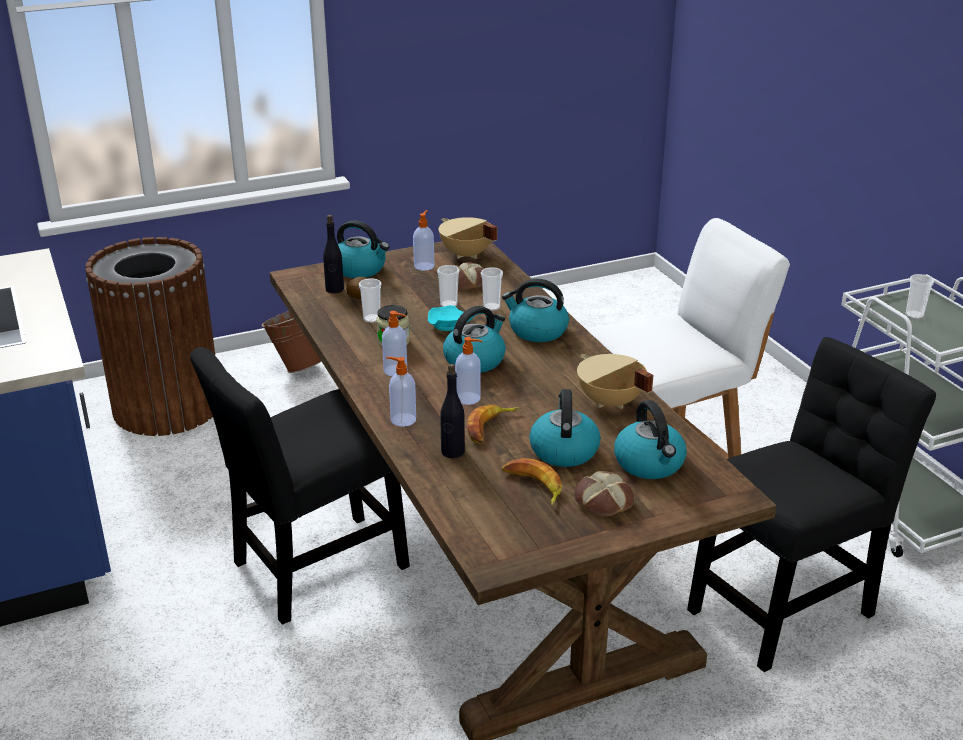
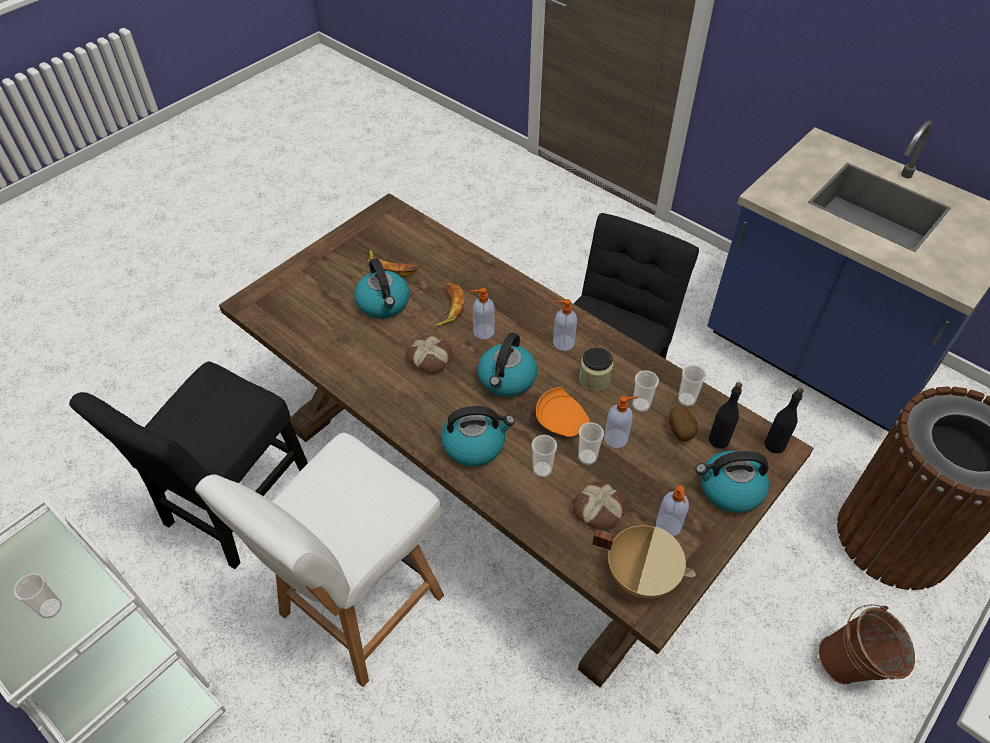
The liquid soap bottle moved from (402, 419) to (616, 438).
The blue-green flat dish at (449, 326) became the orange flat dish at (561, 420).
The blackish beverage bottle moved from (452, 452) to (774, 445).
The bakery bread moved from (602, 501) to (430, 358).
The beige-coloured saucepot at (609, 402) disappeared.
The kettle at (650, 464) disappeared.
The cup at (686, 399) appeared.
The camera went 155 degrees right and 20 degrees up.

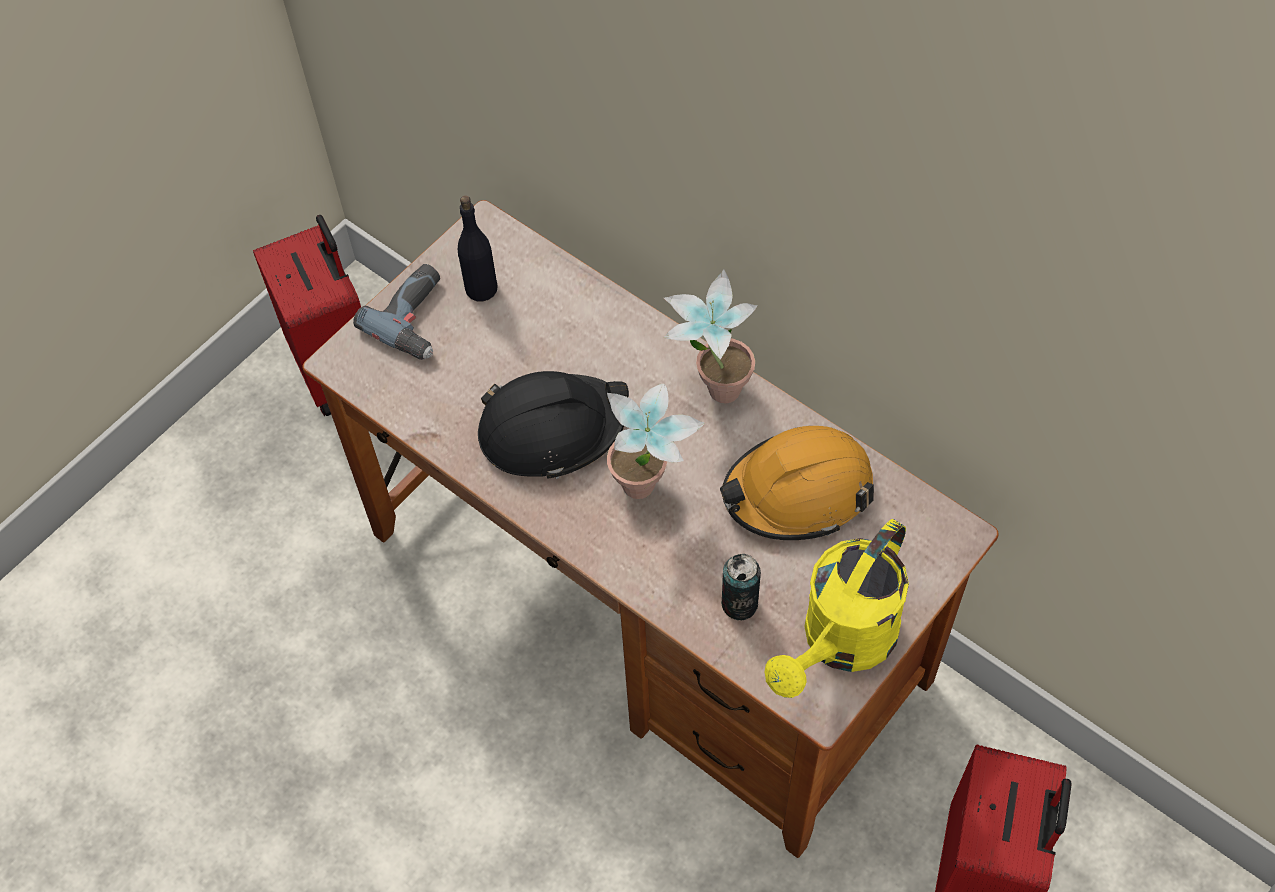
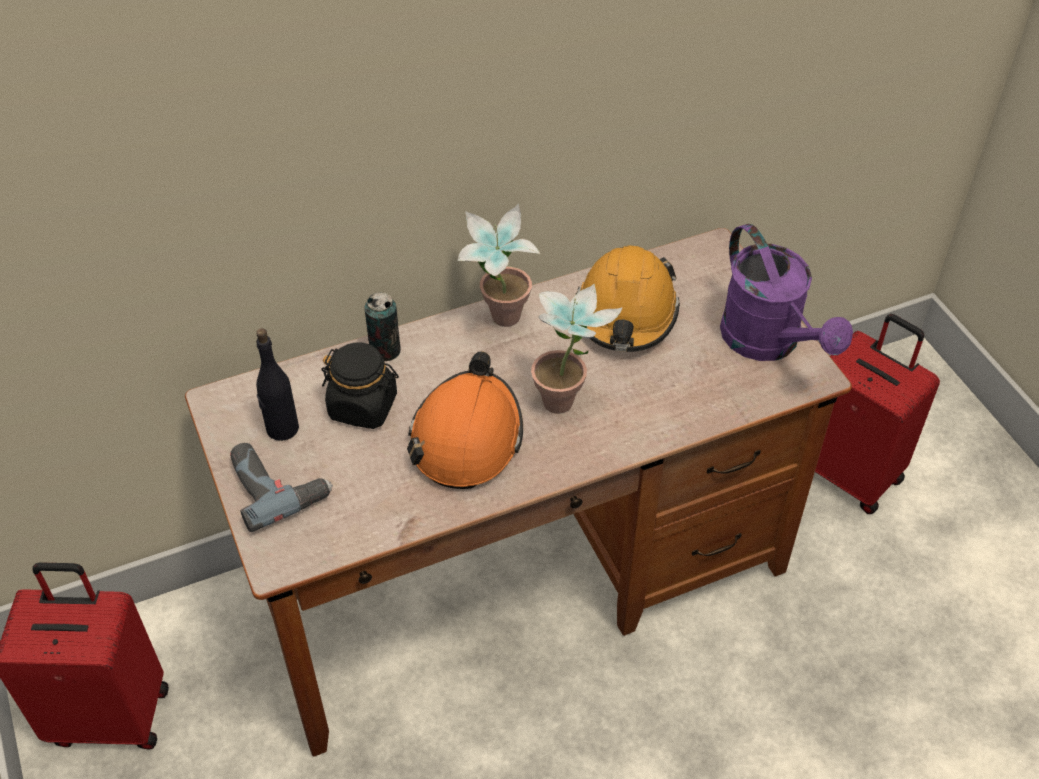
The blackish work helmet at (552, 431) became the orange work helmet at (466, 437).
The can moved from (739, 604) to (385, 350).
The yellow-coloured watering pot at (840, 643) became the purple watering pot at (769, 343).
The blackish storage jar at (363, 406) appeared.
The camera went 65 degrees left and 10 degrees down.

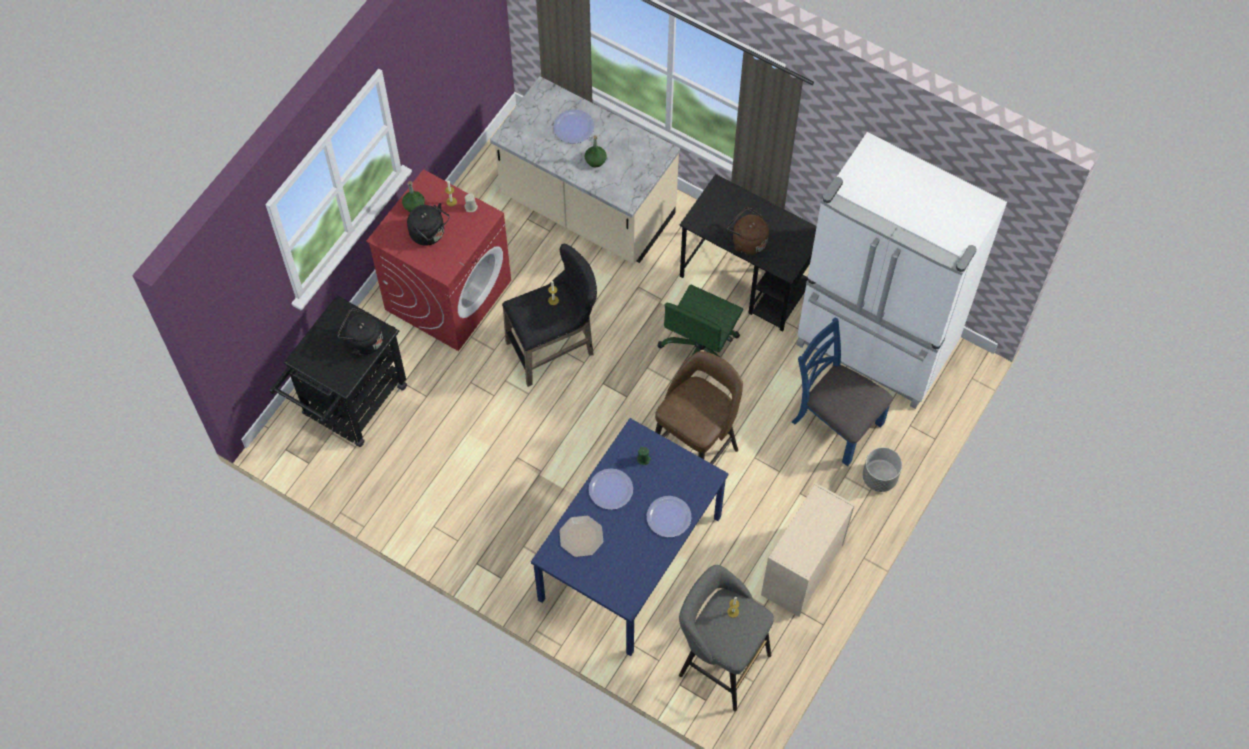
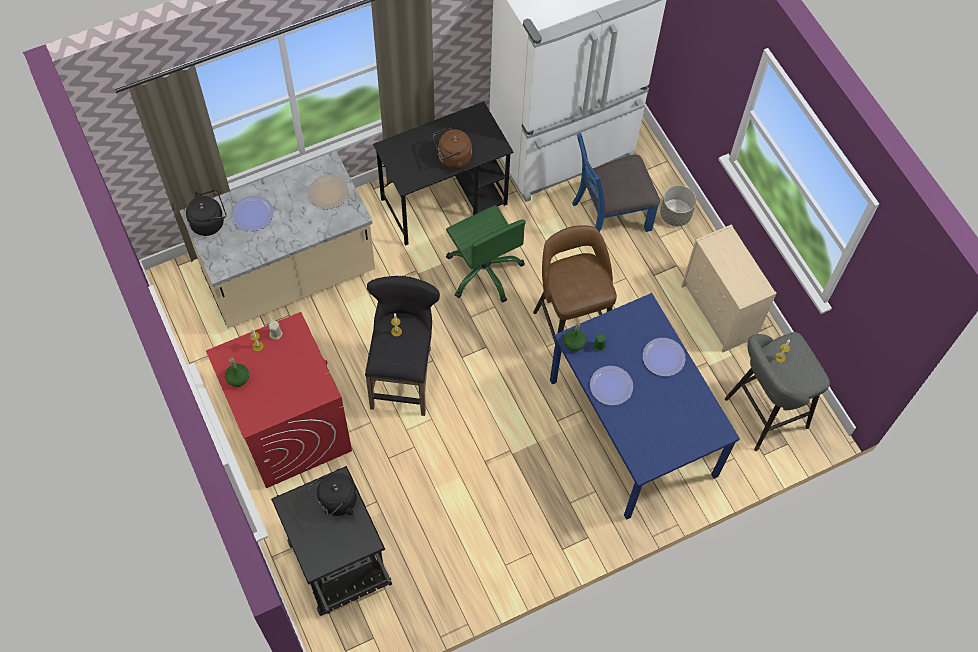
The blackish kettle moved from (429, 234) to (209, 222).
The flat dish moved from (581, 536) to (328, 192).
The green beverage bottle moved from (595, 160) to (574, 343).
The camera went 60 degrees left and 0 degrees up.

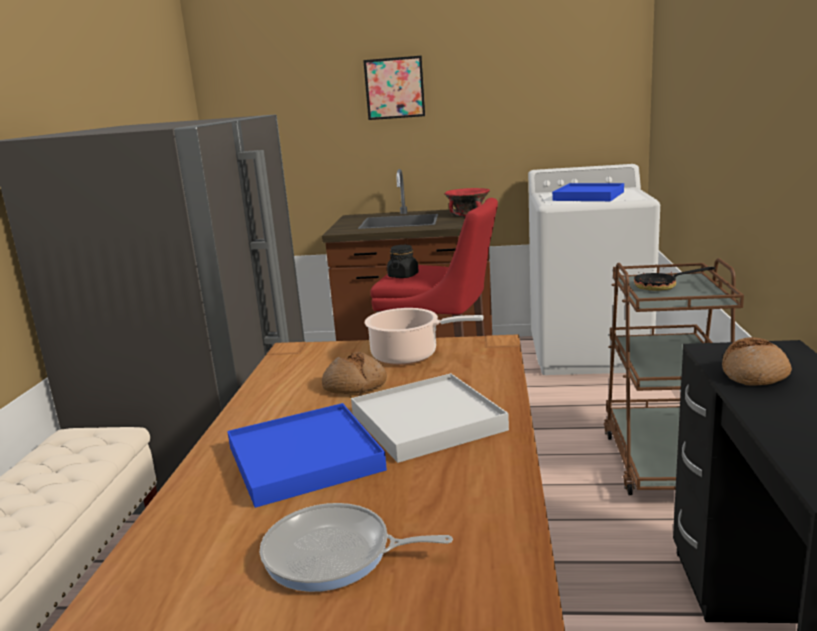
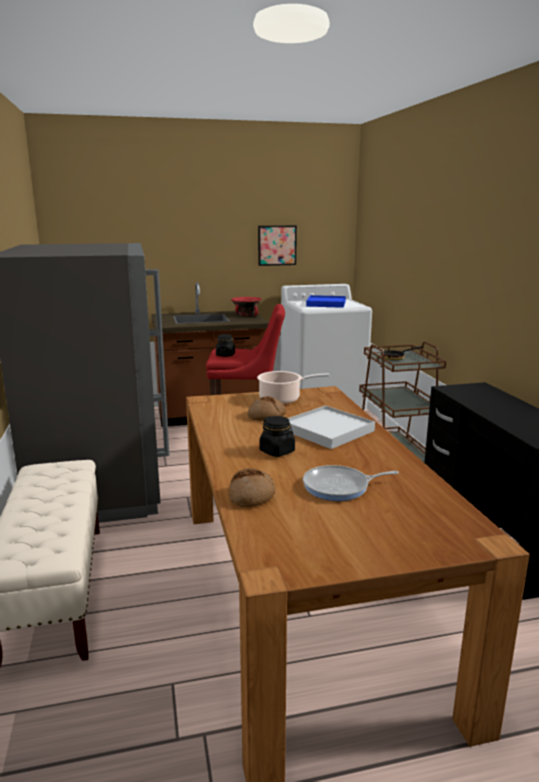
The blue-coloured tray at (304, 458) was replaced by the blackish storage jar at (277, 451).
The wall picture moved from (394, 88) to (277, 245).
The bakery bread moved from (755, 374) to (251, 496).
The camera went 20 degrees left and 0 degrees up.

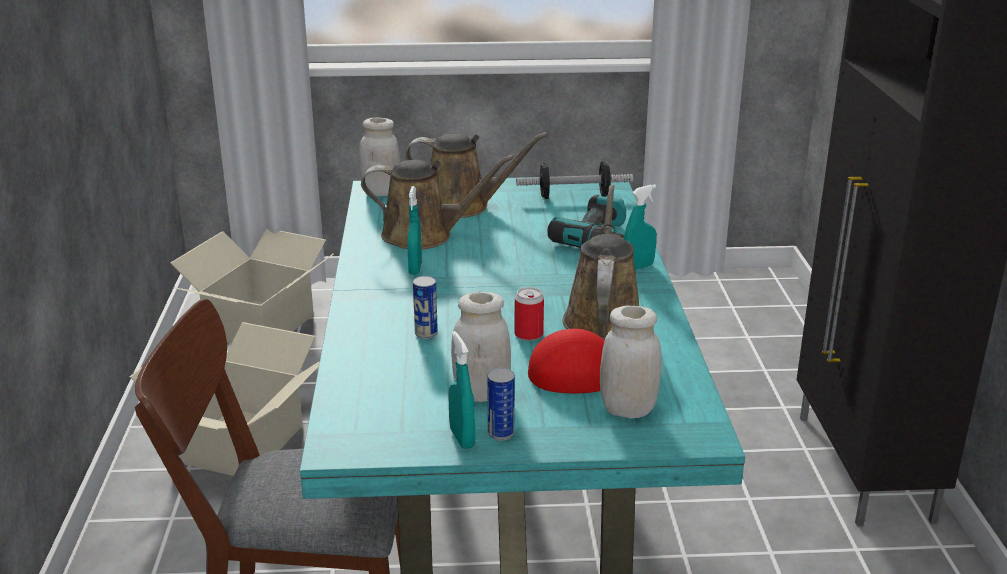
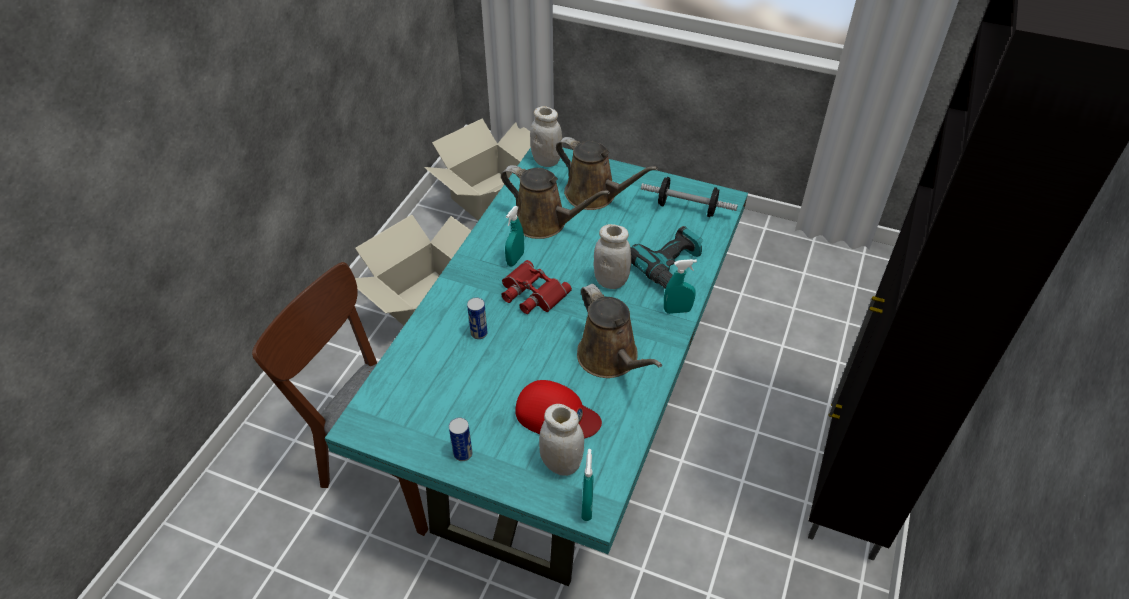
The blue-green sprayer moved from (462, 438) to (587, 507).
The whitish storage jar moved from (481, 393) to (611, 281).
The can at (528, 334) disappeared.
The brown watering pot at (602, 317) turned 120 degrees clockwise.
The red-coloured binoculars at (531, 293) appeared.
The camera went 25 degrees right and 20 degrees up.

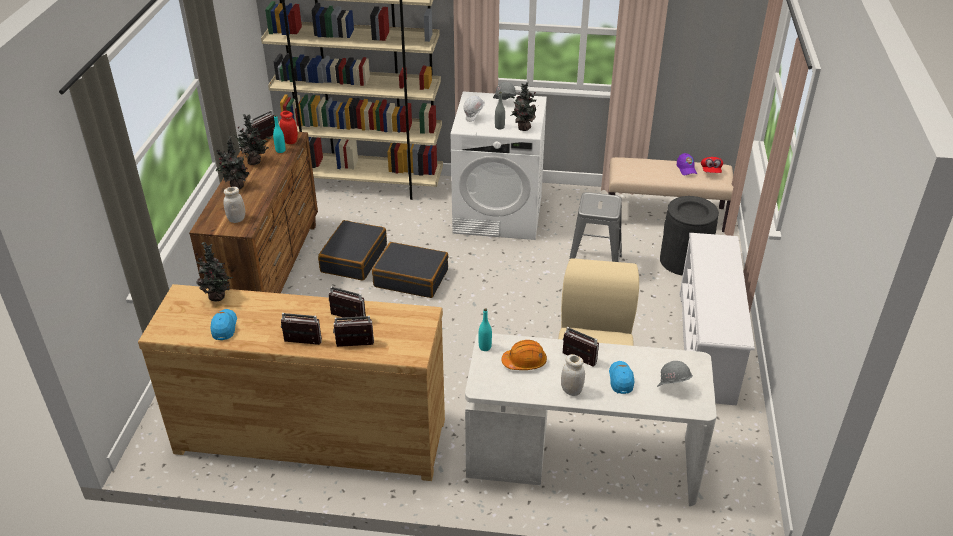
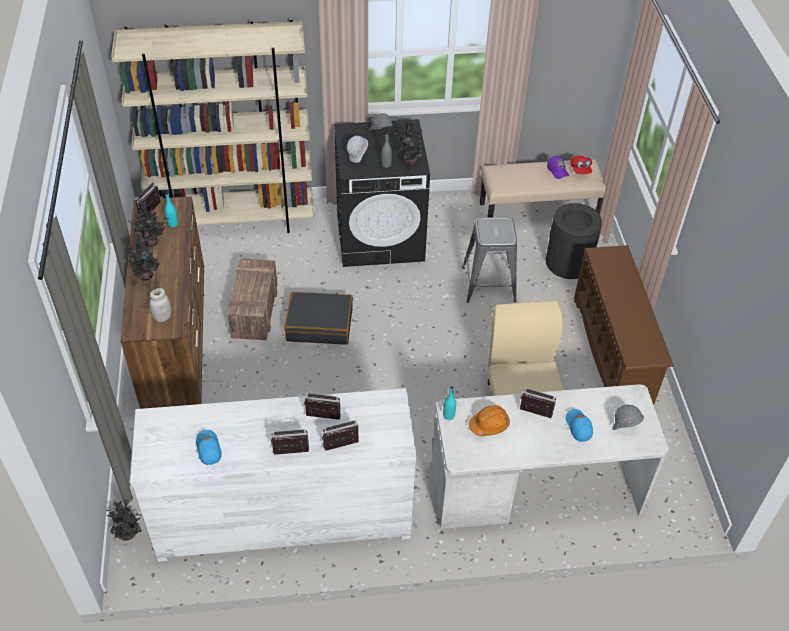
The brown chest of drawers at (311, 434) became the whitish chest of drawers at (283, 514).
The potted plant moved from (218, 297) to (129, 534).
The red-coloured storage jar at (290, 141) disappeared.
The blackish travel case at (353, 258) was replaced by the crate at (255, 312).
The whitish laundry appliance at (498, 214) became the blackish laundry appliance at (380, 237).
The whitish storage jar at (571, 390) disappeared.
The whitish shoe rack at (707, 347) became the brown shoe rack at (613, 352).
The camera went 15 degrees left and 10 degrees up.

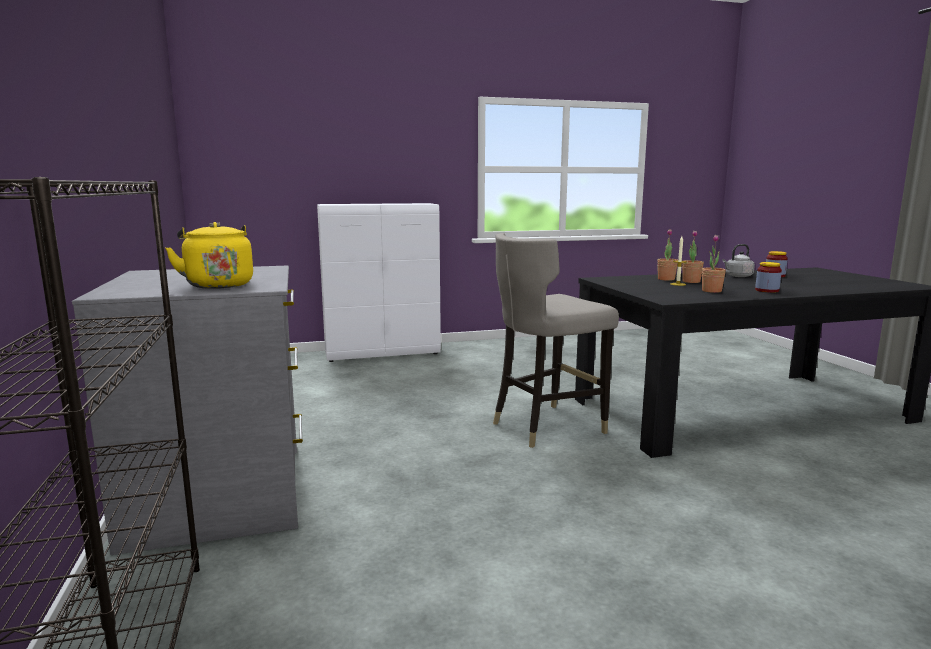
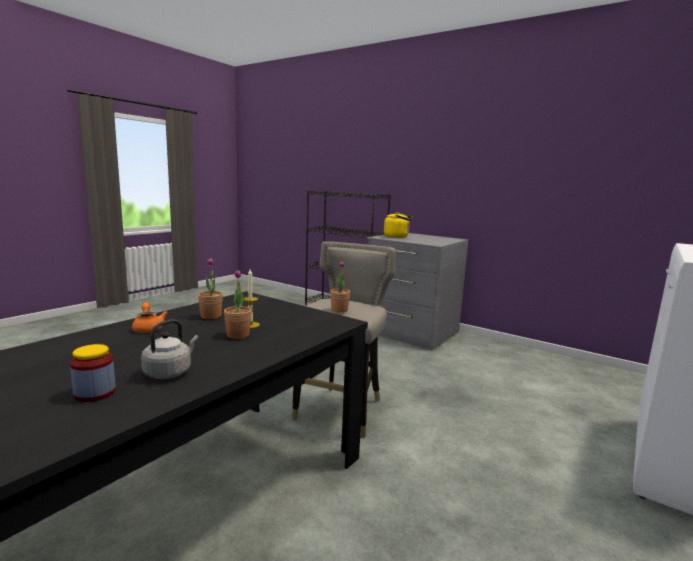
The potted plant moved from (666, 279) to (339, 310).
The storage jar at (767, 290) was replaced by the orange pot for tea at (148, 328).
The camera went 140 degrees right and 0 degrees up.

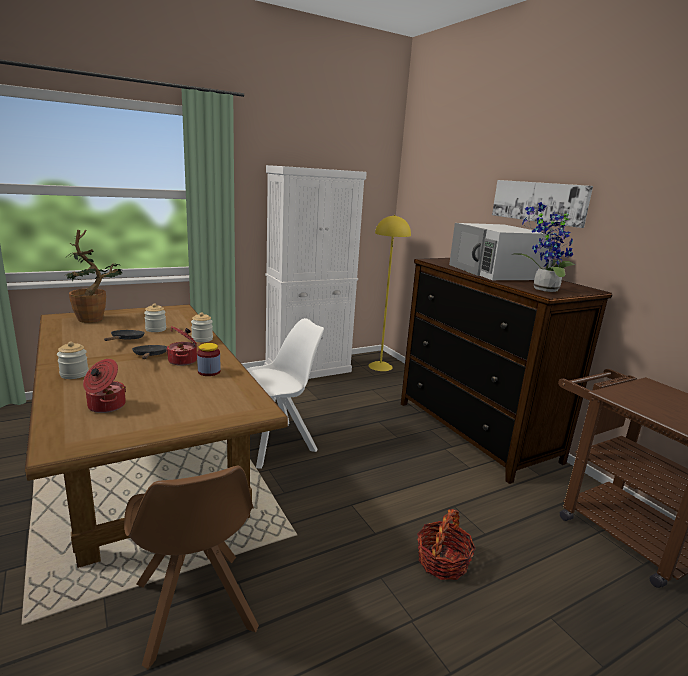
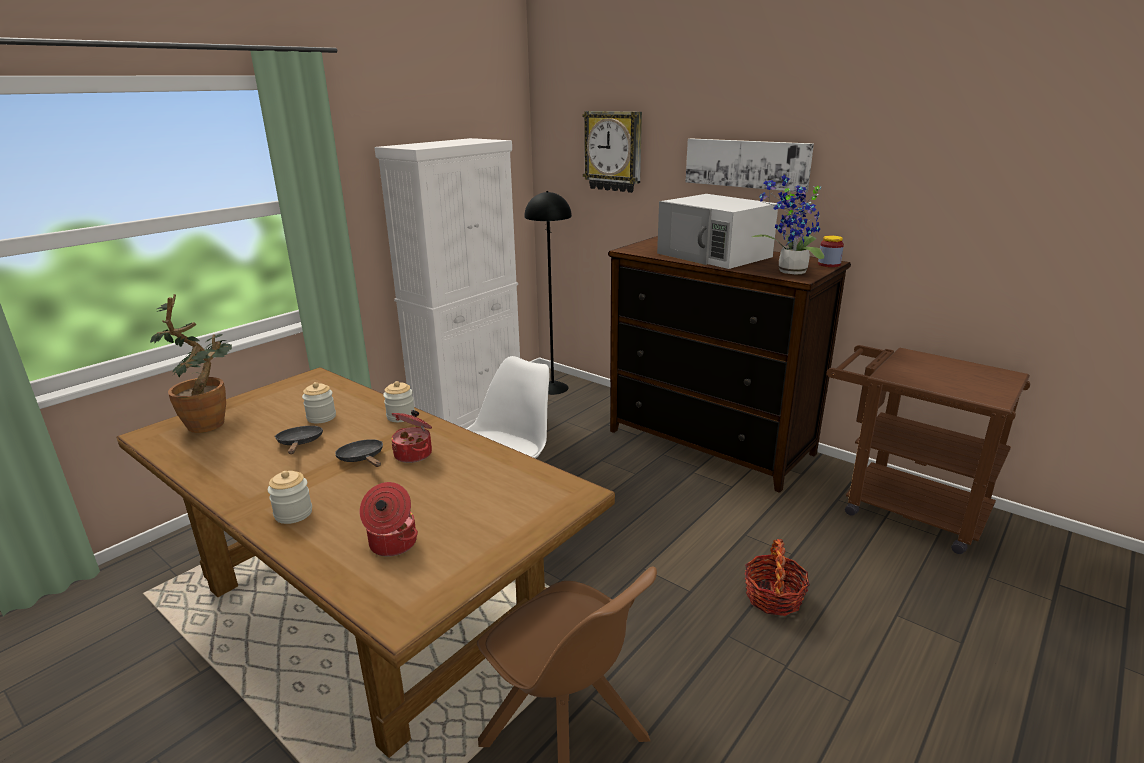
The storage jar moved from (209, 372) to (829, 264).
The yellow-coloured floor lamp at (380, 366) became the blackish floor lamp at (553, 388).
The wall clock at (613, 151) appeared.
The camera went 20 degrees left and 5 degrees up.

